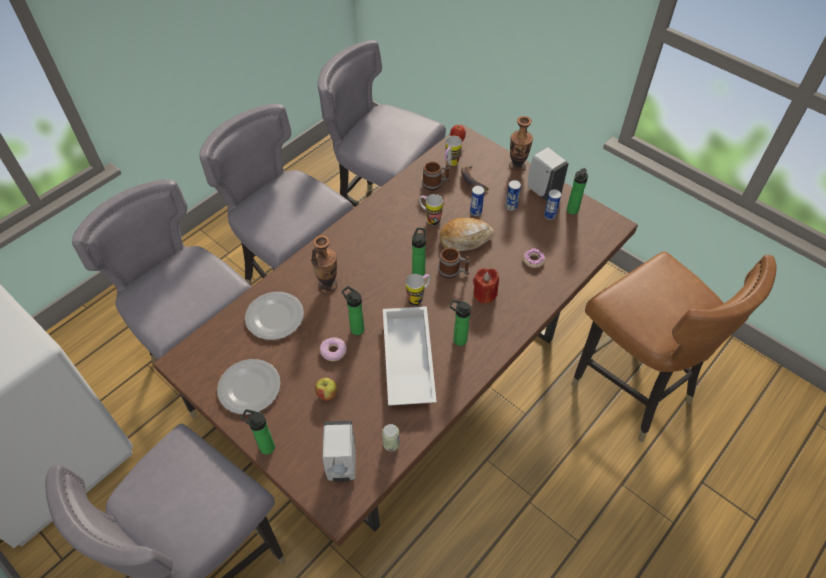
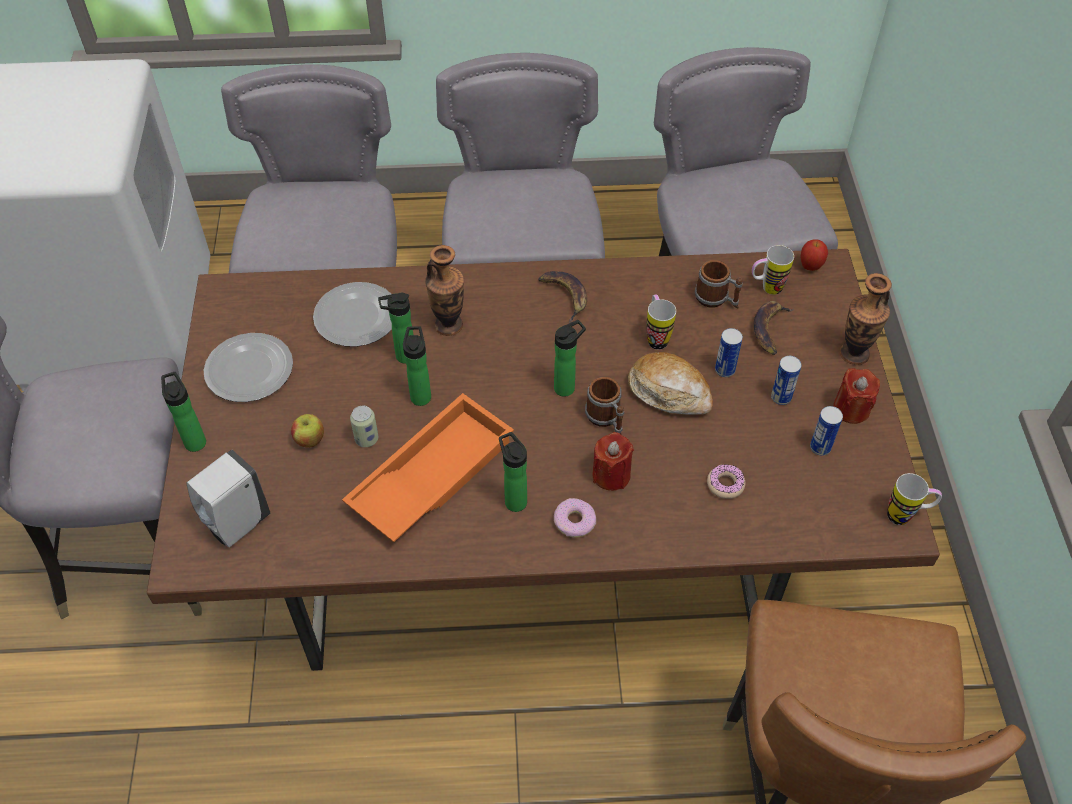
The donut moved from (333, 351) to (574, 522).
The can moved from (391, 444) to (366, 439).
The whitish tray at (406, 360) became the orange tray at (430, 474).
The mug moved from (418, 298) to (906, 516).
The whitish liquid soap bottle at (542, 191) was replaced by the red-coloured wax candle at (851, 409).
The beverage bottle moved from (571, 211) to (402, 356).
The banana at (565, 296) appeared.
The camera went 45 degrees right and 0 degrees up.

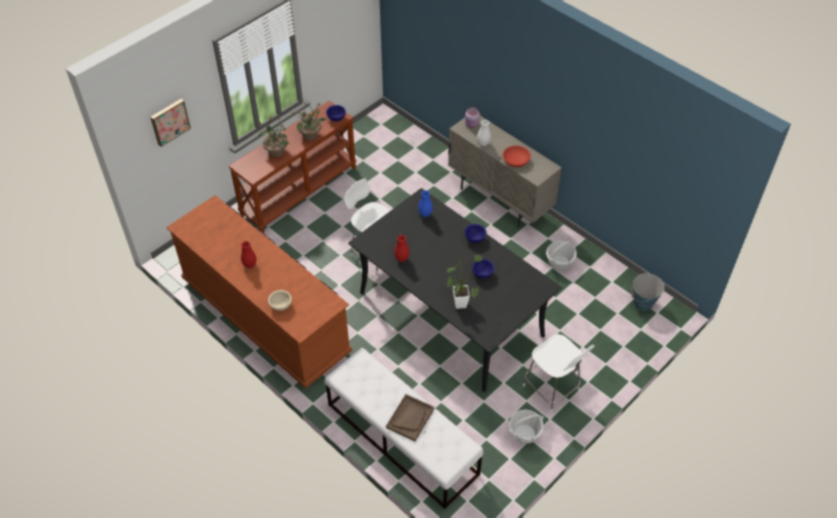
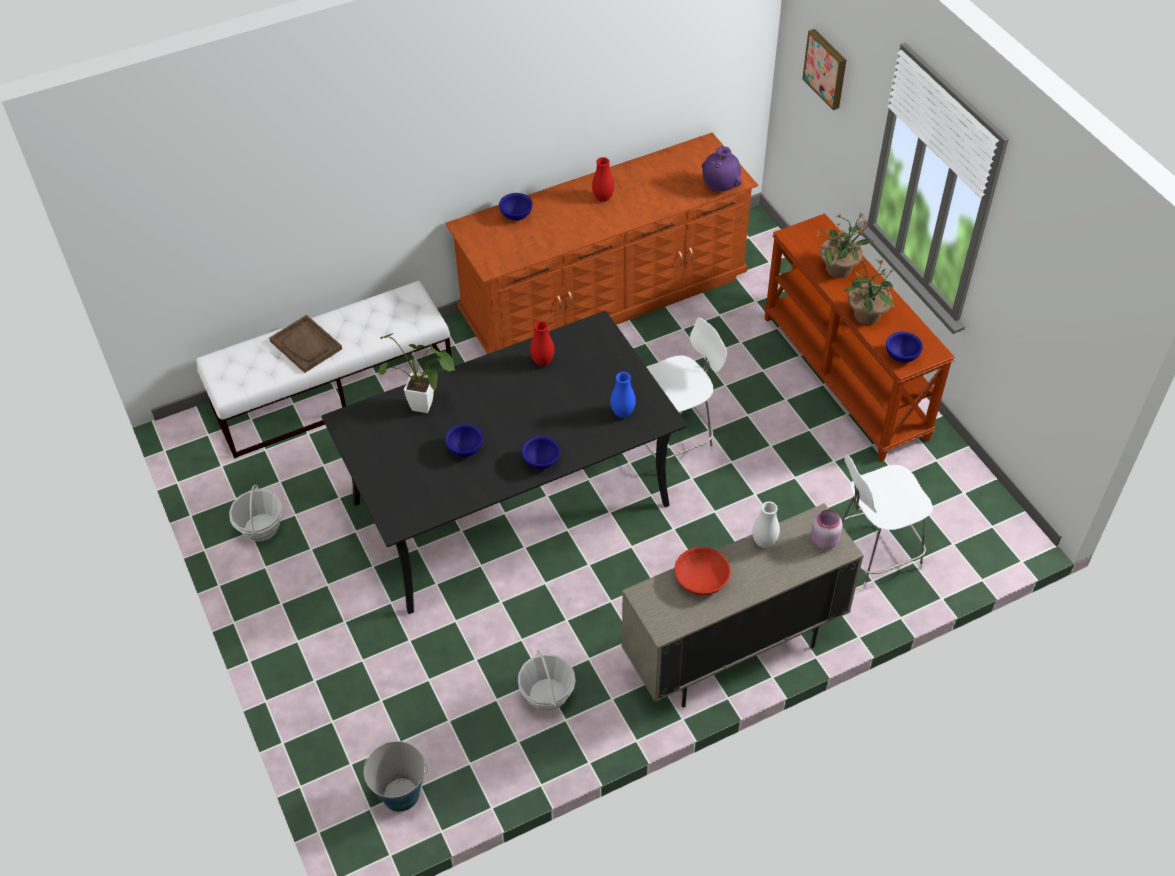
The beige-coloured deep dish at (281, 305) became the blue-coloured deep dish at (517, 216).
The whitish chair moved from (552, 389) to (874, 554).
The purple vase at (720, 188) appeared.
The camera went 110 degrees right and 0 degrees up.

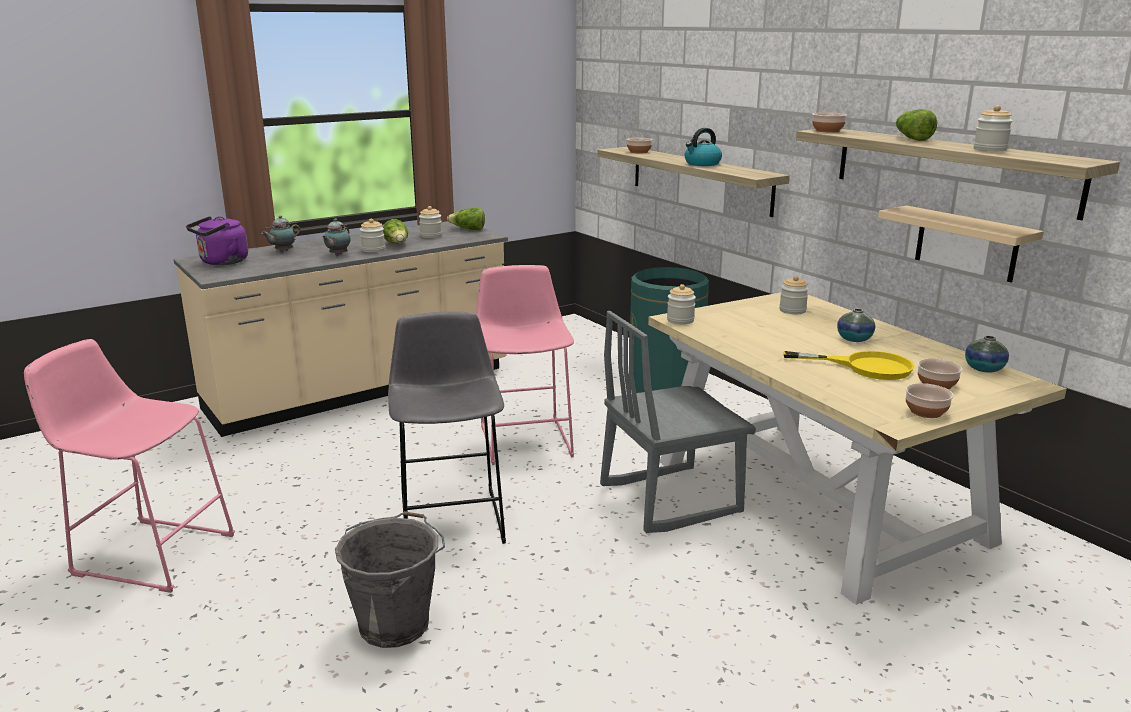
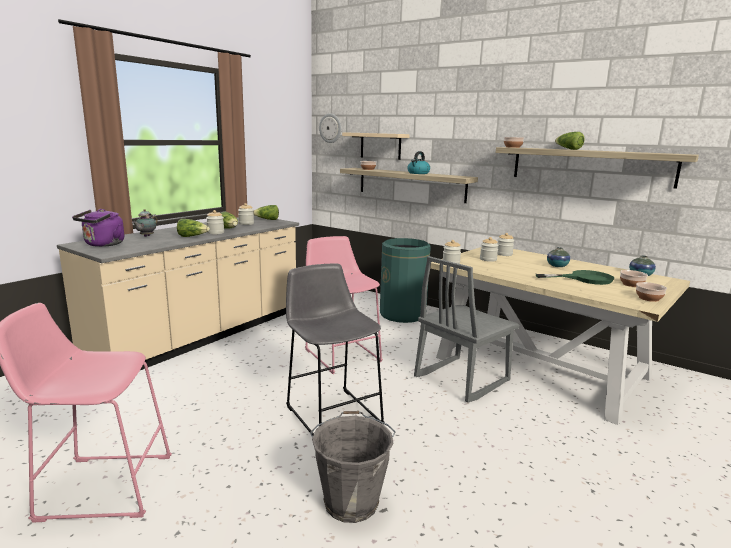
The pot for tea at (337, 255) was replaced by the lettuce head at (192, 236).
The yellow-coloured frying pan at (865, 367) became the green frying pan at (584, 279).
The beige-coloured shelf moved from (966, 244) to (380, 146).
The storage jar moved from (990, 149) to (488, 259).
The wall clock at (330, 128) appeared.
The camera went 20 degrees left and 5 degrees down.

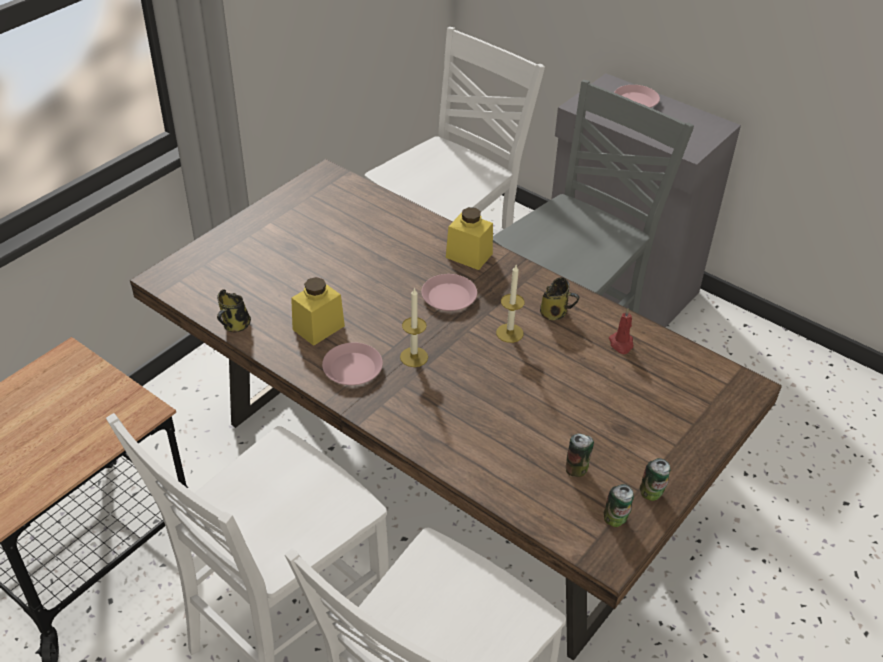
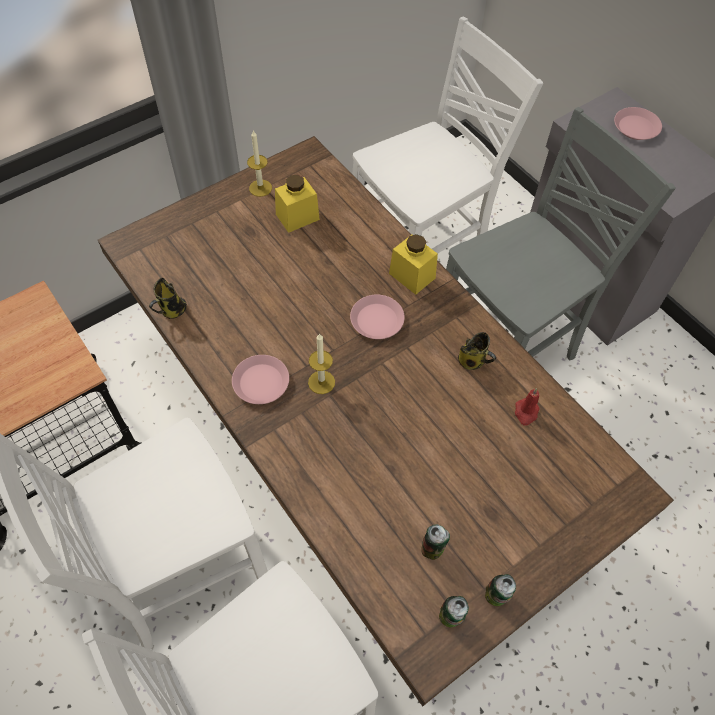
The yellow-coloured storage jar moved from (318, 327) to (297, 217).
The wax candle moved from (509, 333) to (260, 188).
The camera went 15 degrees right and 15 degrees up.

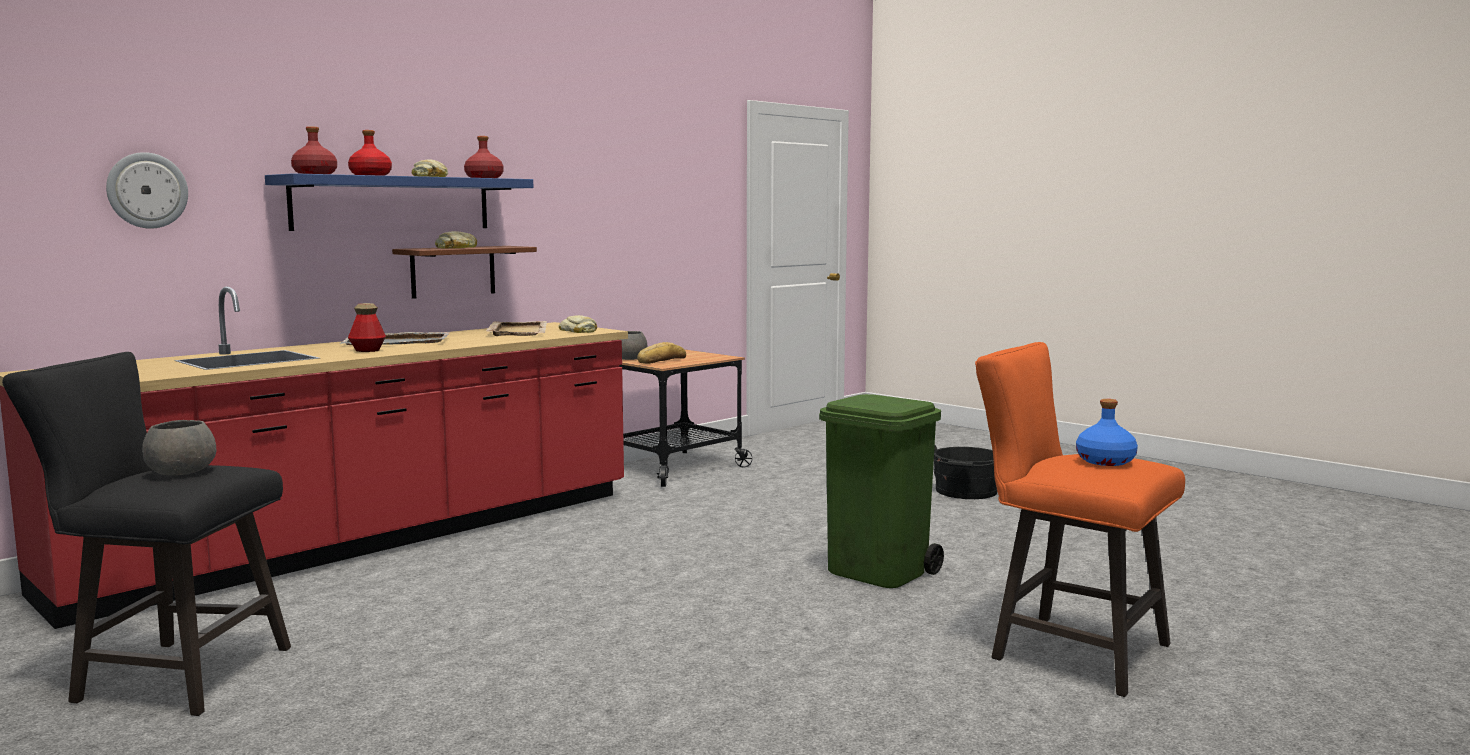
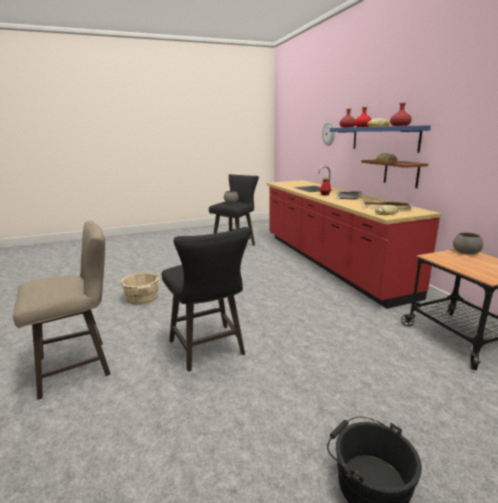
The bakery bread at (660, 361) disappeared.
The green rubbish bin at (879, 572) was replaced by the blackish stool seat at (209, 350).
The orange stool seat at (1067, 649) became the beige-coloured stool seat at (80, 365).
The blue-coloured beverage bottle at (1104, 461) disappeared.
The beige-coloured bucket at (142, 298) appeared.
The camera went 115 degrees right and 10 degrees up.

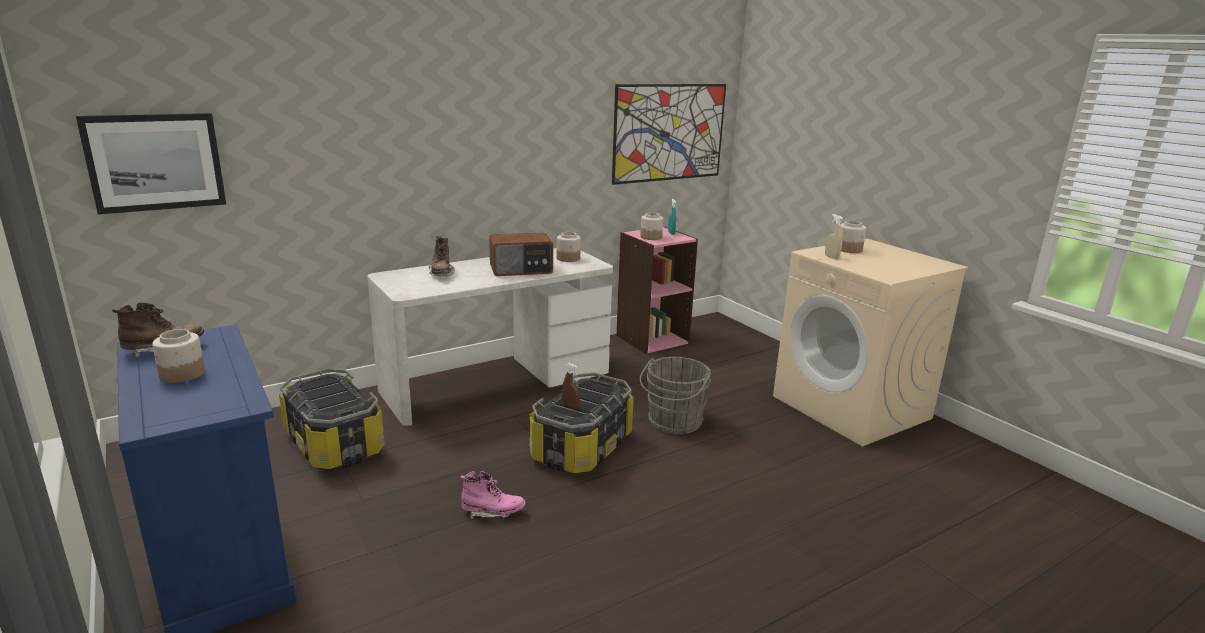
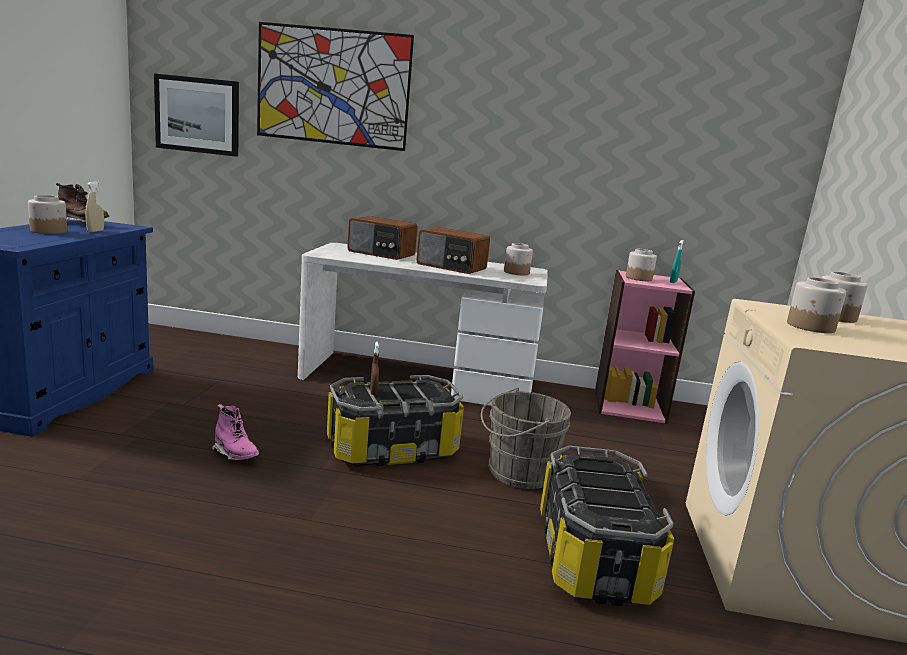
The storage bin moved from (335, 444) to (594, 558).
The brown high-top boot at (441, 274) was replaced by the radio set at (381, 253).
The wall picture moved from (669, 132) to (333, 87).
The beige-coloured sprayer moved from (831, 257) to (95, 231).
The storage jar at (810, 327) appeared.
The camera went 40 degrees right and 5 degrees down.

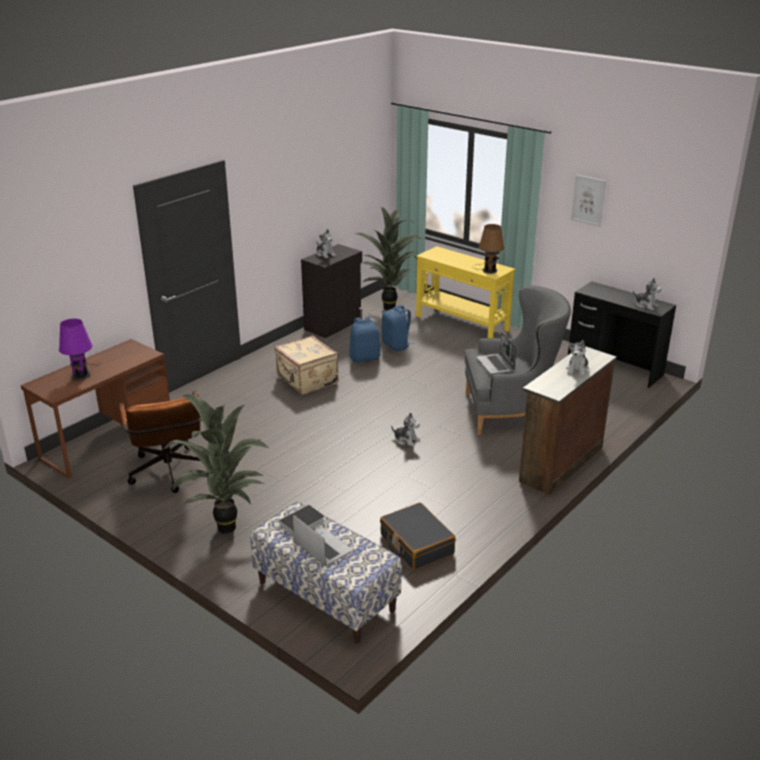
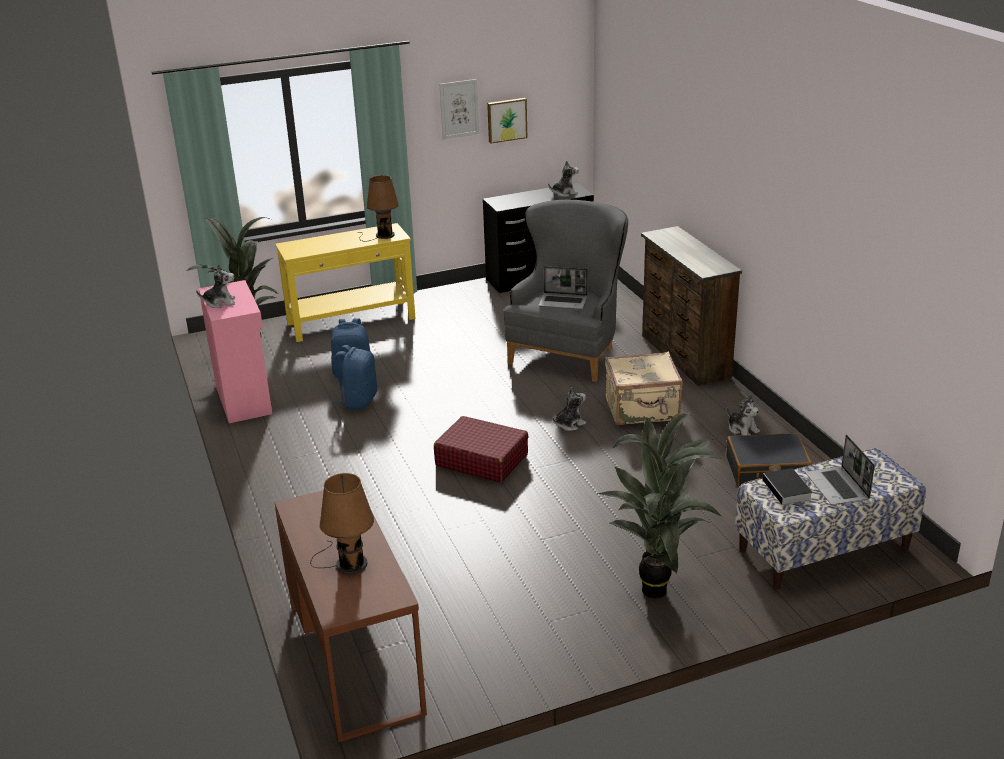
The purple table lamp at (81, 374) became the brown table lamp at (348, 563).
The brown office chair at (170, 474) disappeared.
The beige-coloured travel case moved from (306, 380) to (642, 410).
The laptop at (321, 547) turned 90 degrees counterclockwise.
The blackish cupboard at (334, 325) became the pink-coloured cupboard at (244, 399).
The soft toy moved from (577, 370) to (742, 429).
The red-coloured travel case at (481, 460) appeared.
The wall picture at (506, 120) appeared.
The camera went 60 degrees left and 0 degrees up.

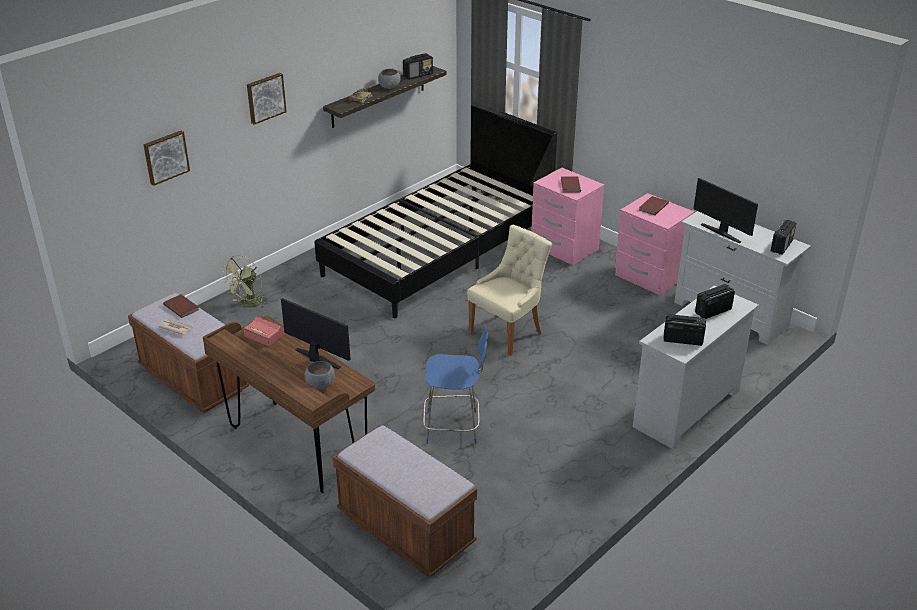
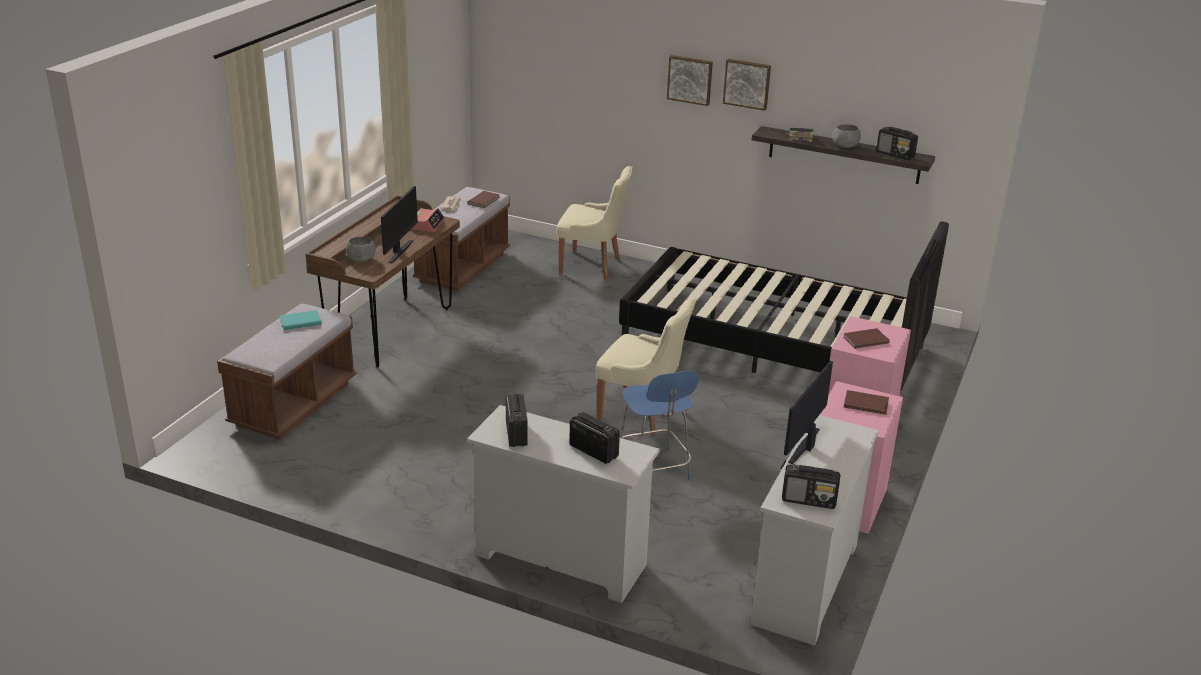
The wall picture moved from (165, 157) to (747, 84).
The green cooling fan at (248, 304) was replaced by the beige-coloured chair at (592, 266).
The blue-coloured chair moved from (454, 427) to (653, 470).
The blue-green volume at (299, 321) appeared.
The camera went 70 degrees right and 5 degrees down.

